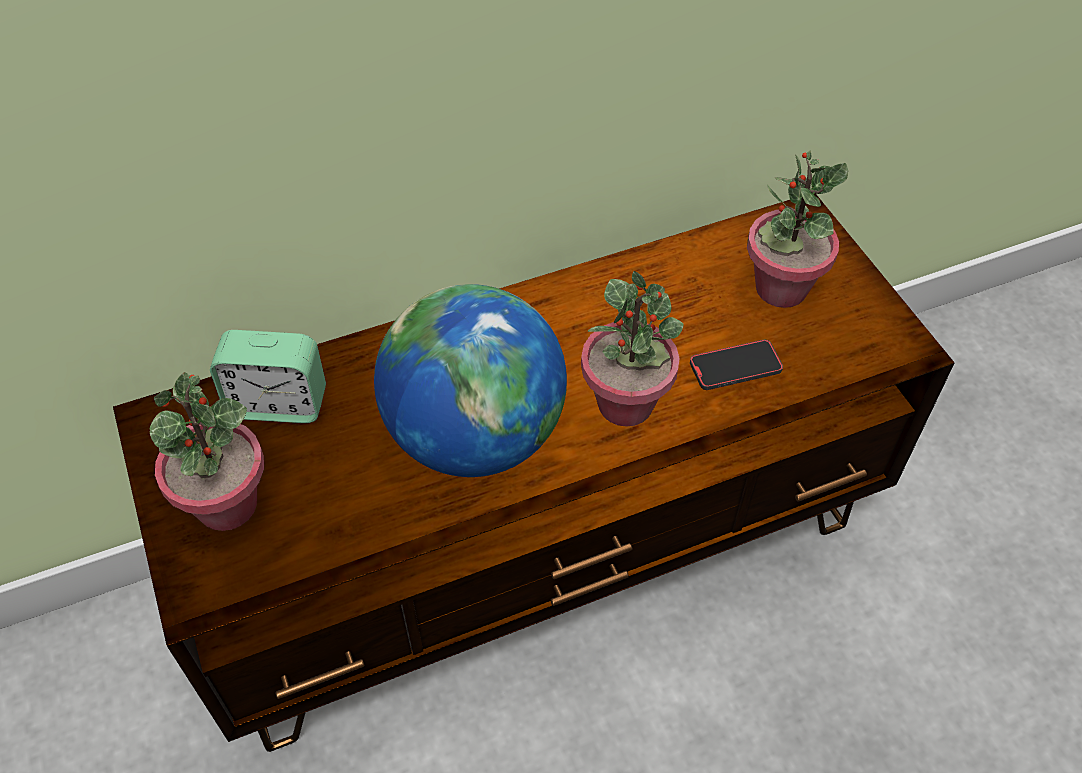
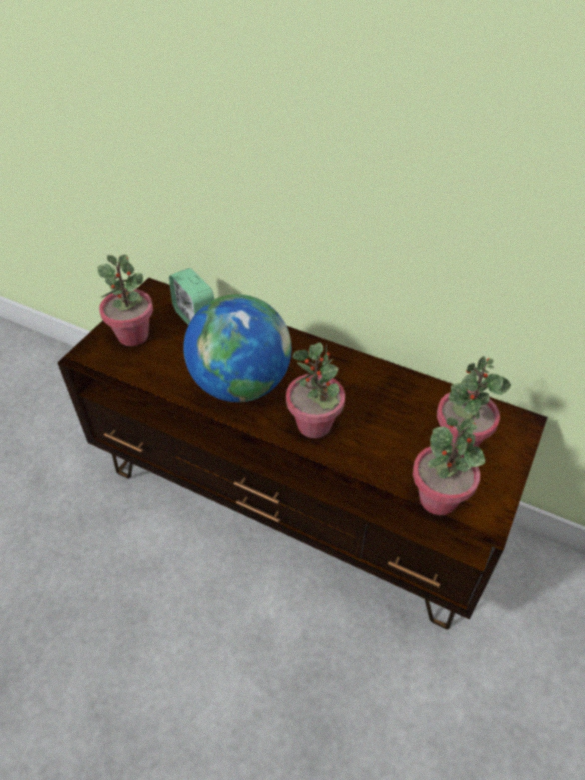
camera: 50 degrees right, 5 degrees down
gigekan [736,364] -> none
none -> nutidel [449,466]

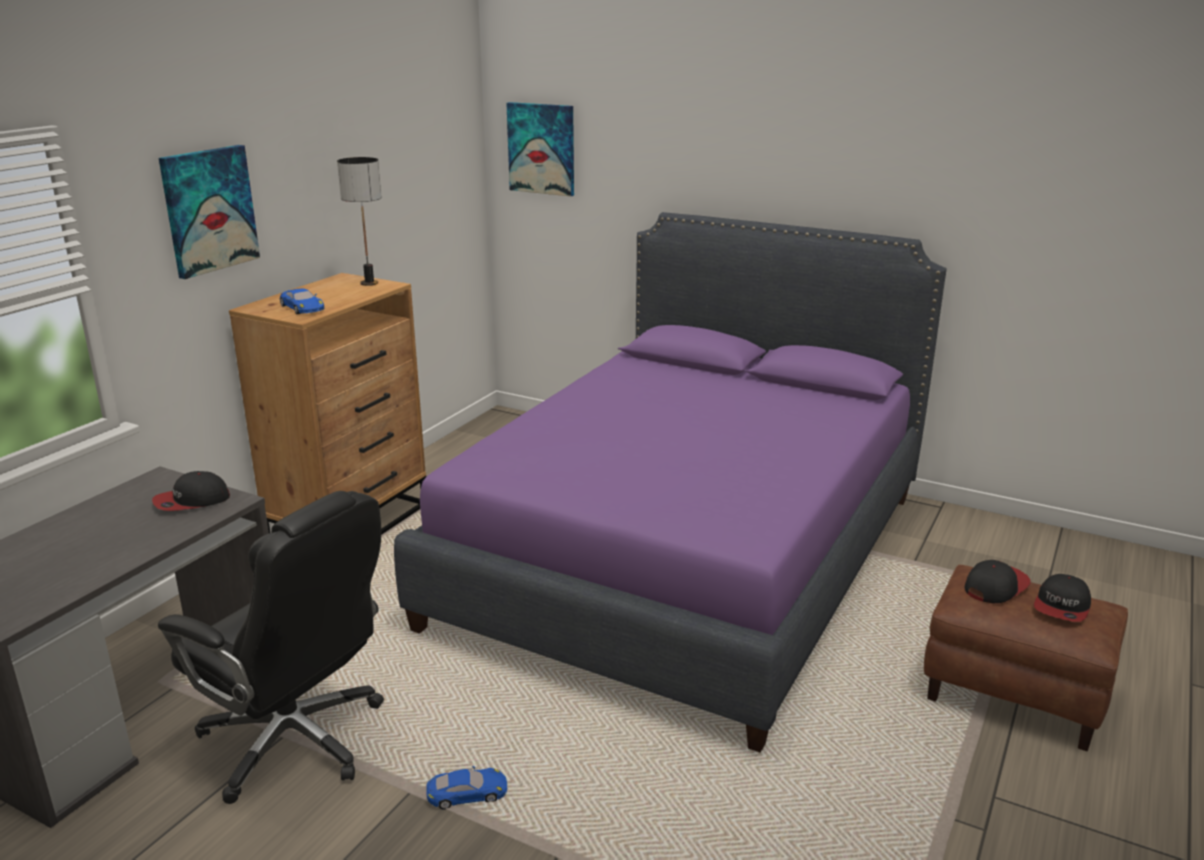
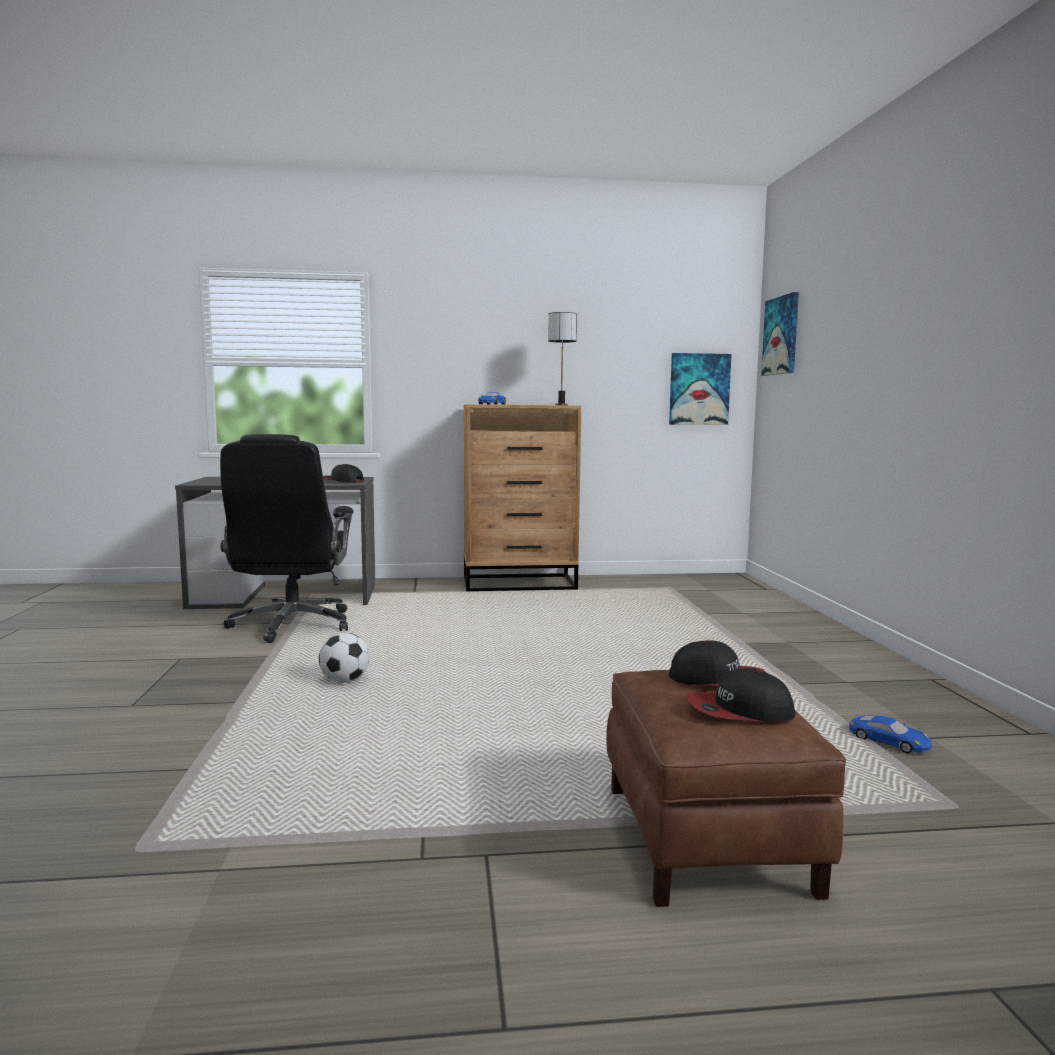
camera: 55 degrees right, 15 degrees down
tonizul [209,212] -> tonizul [700,389], moved
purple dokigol [670,482] -> none
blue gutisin [466,788] -> blue gutisin [890,734], moved
none -> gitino [344,658]

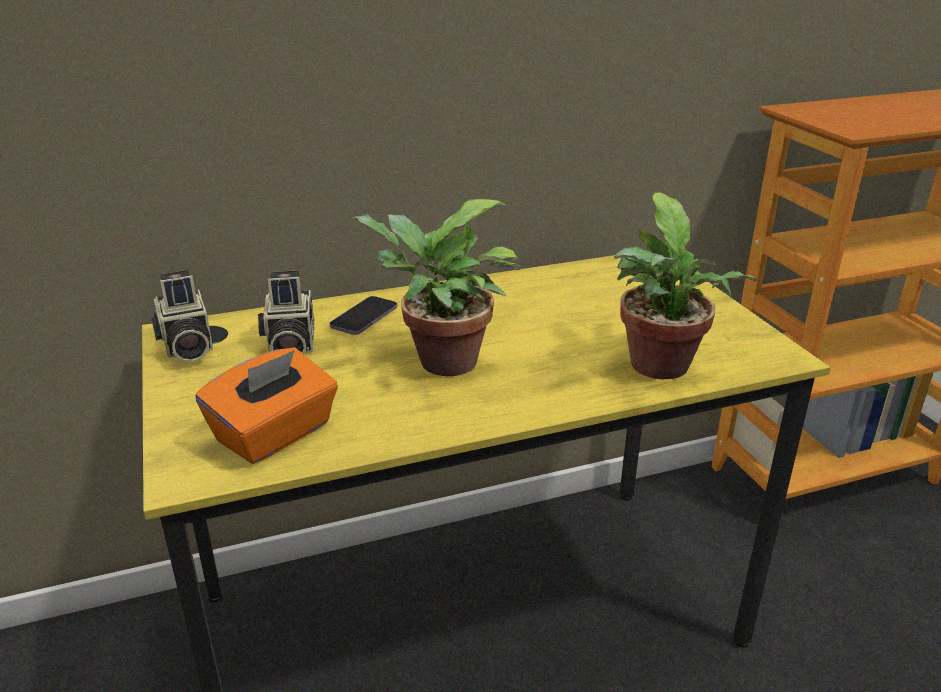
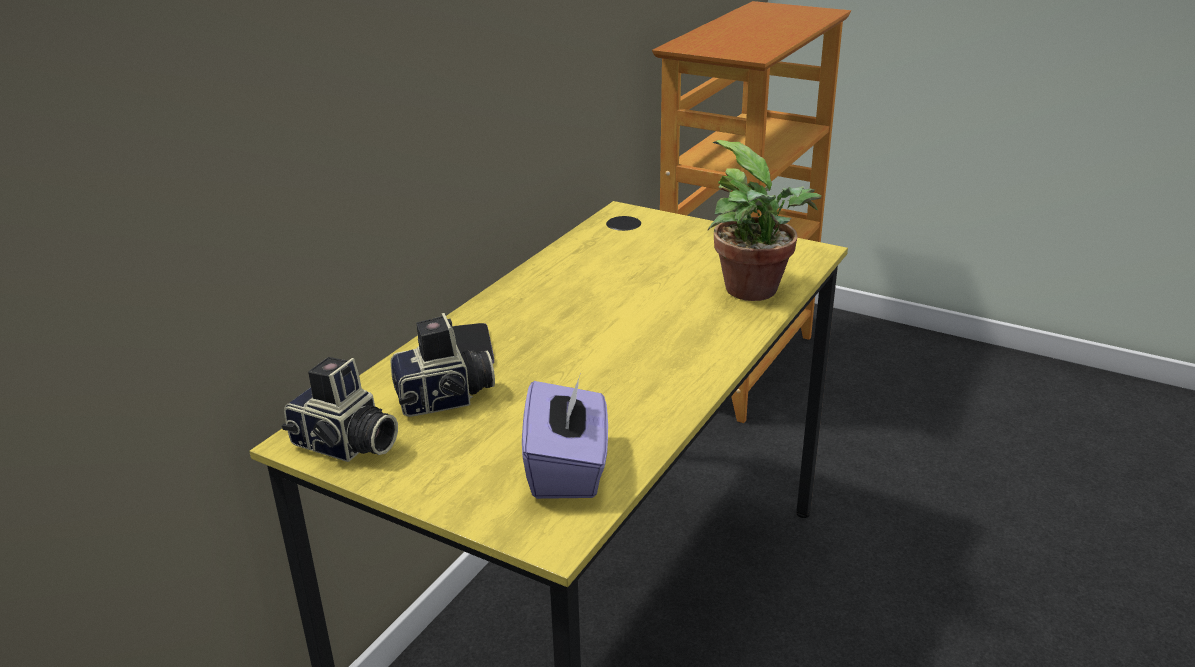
camera: 40 degrees left, 0 degrees up
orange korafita [266,405] -> purple korafita [565,437]
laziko [286,312] -> laziko [443,365], 60 degrees counterclockwise
nutidel [436,287] -> none

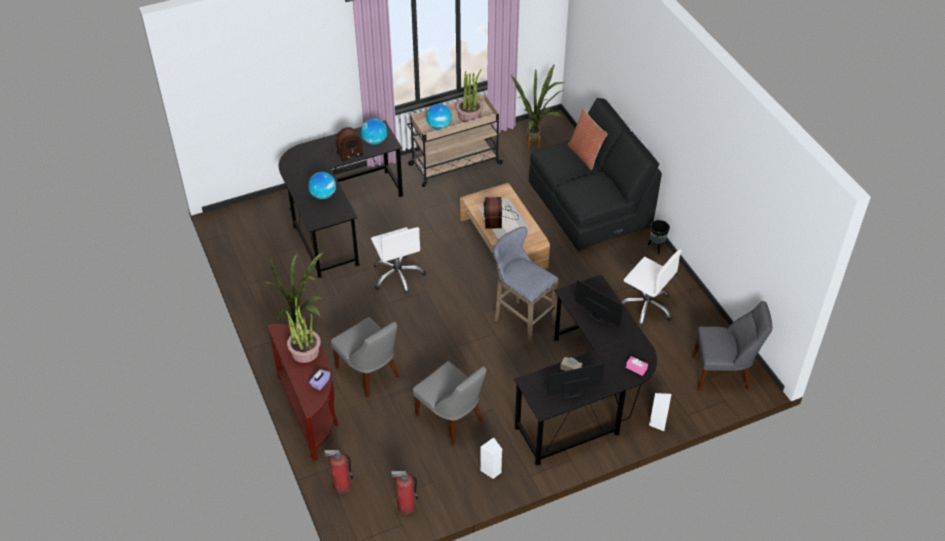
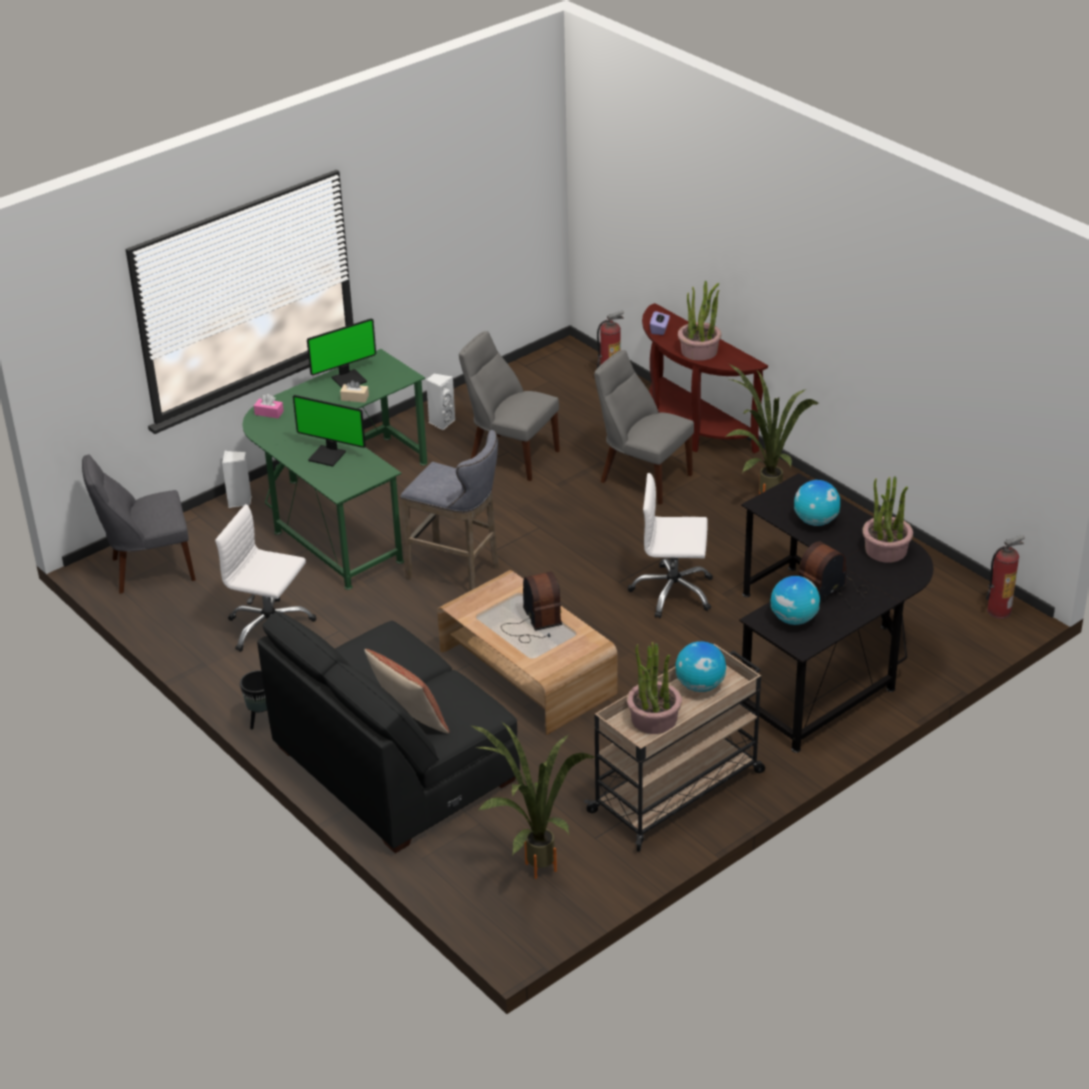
camera: 165 degrees right, 10 degrees down
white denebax [398,261] -> white denebax [670,545], 45 degrees counterclockwise
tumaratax [404,493] -> tumaratax [1005,577], moved
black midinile [585,370] -> green midinile [335,469]
none -> nutidel [887,519]

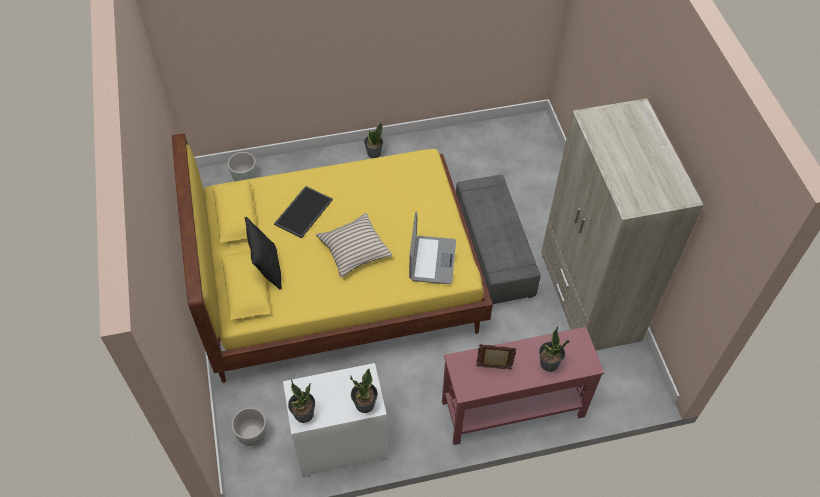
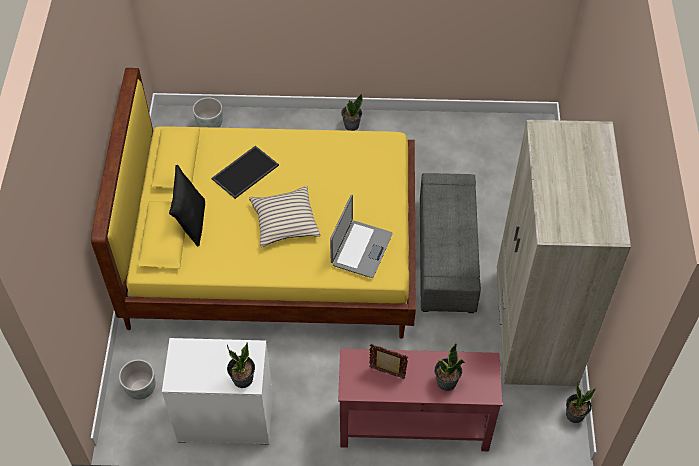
camera: 15 degrees right, 0 degrees up
nutidel [301,401] -> nutidel [581,402], moved

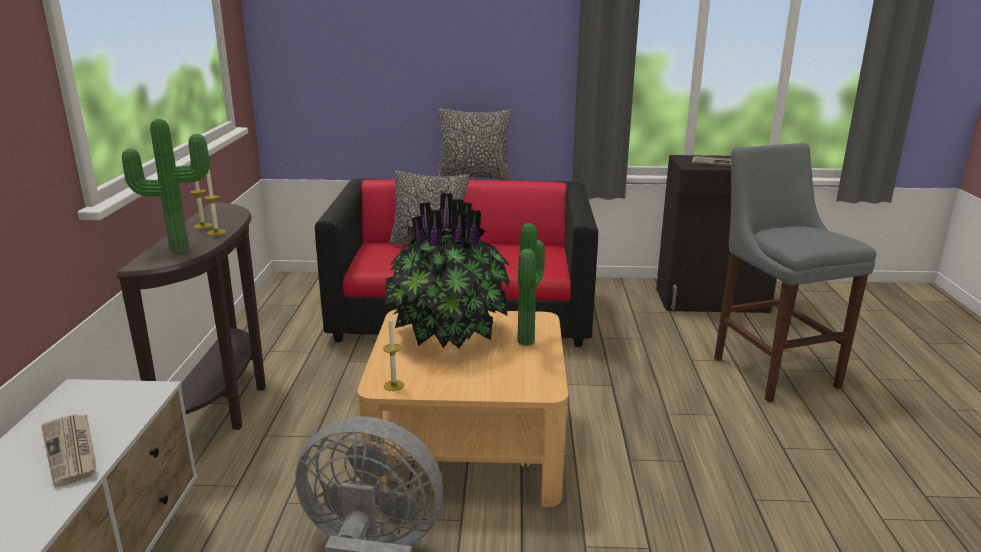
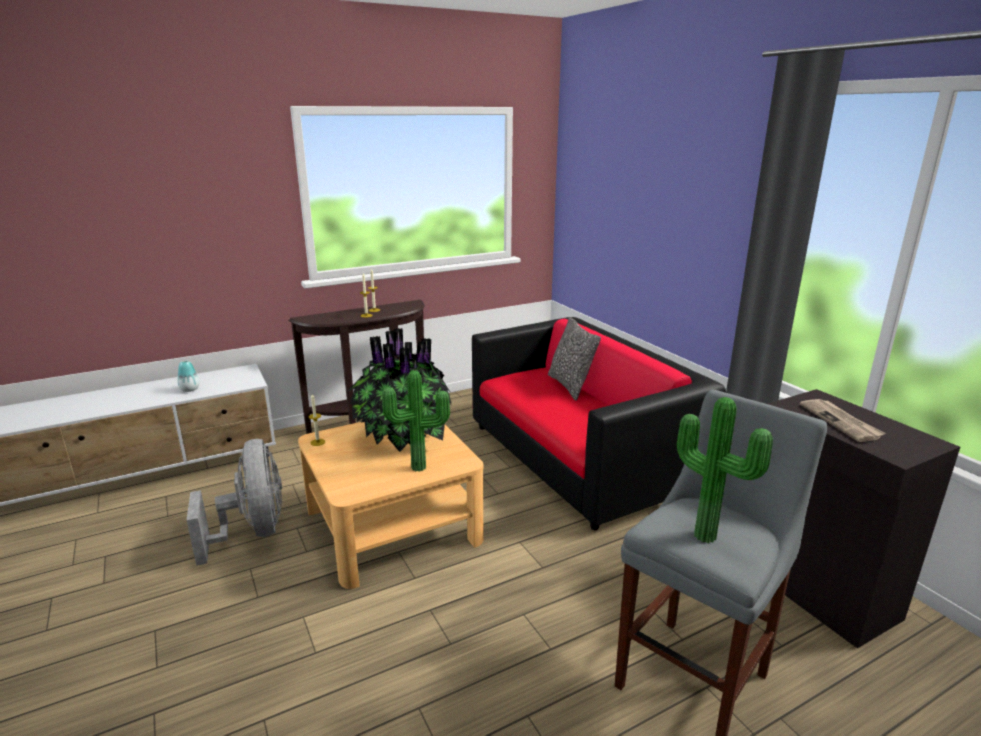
camera: 60 degrees right, 0 degrees up
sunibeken [68,450] -> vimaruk [188,376]
nutidel [166,186] -> nutidel [725,470], moved
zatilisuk [474,145] -> none

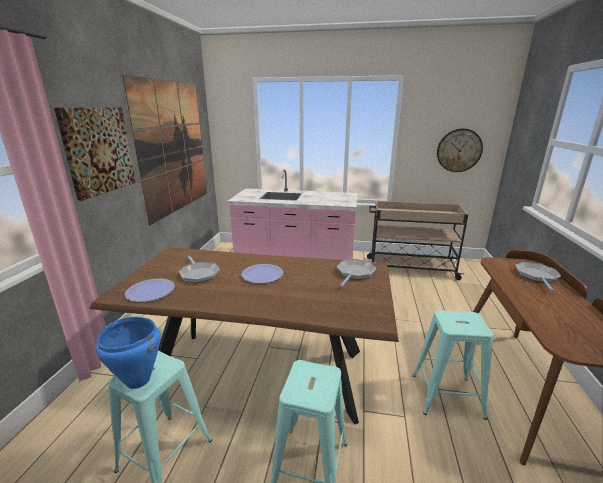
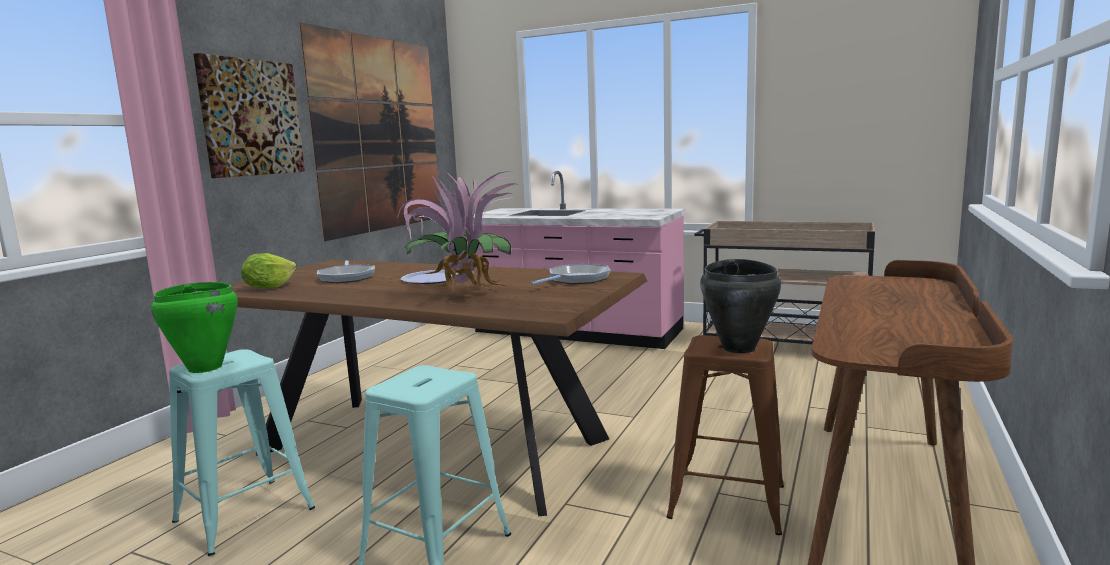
camera: 15 degrees right, 10 degrees down
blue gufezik [128,353] -> green gufezik [194,327]
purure [150,290] -> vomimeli [269,271]
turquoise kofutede [452,365] -> brown kofutede [725,435]
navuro [460,150] -> none
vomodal [538,276] -> none
none -> nutidel [458,232]
none -> black gufezik [740,306]

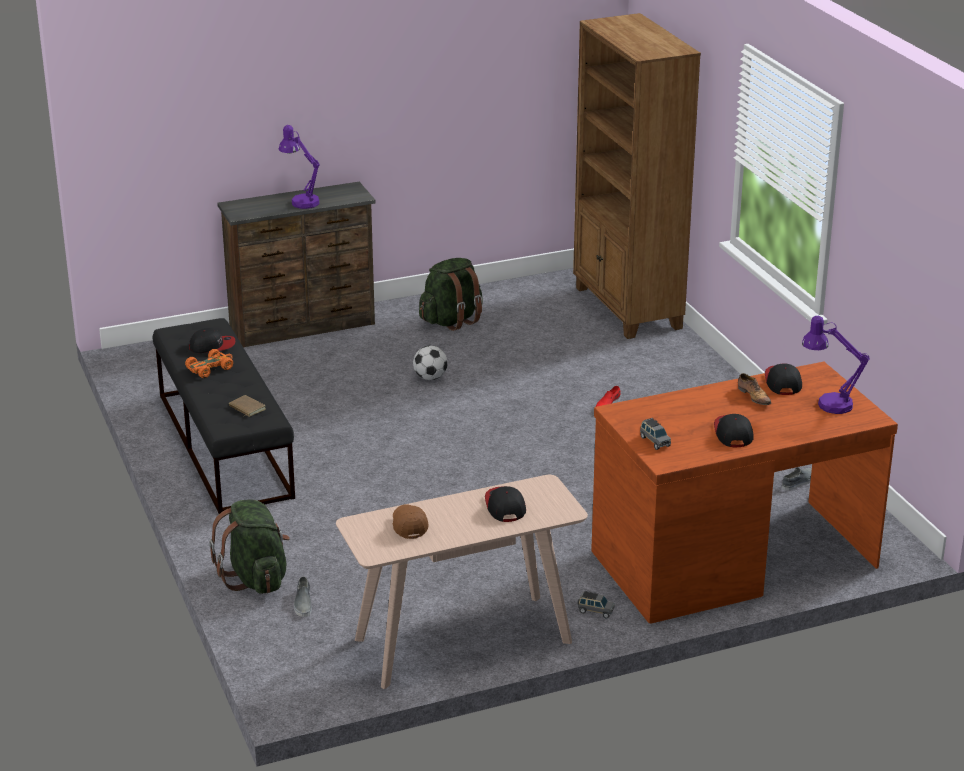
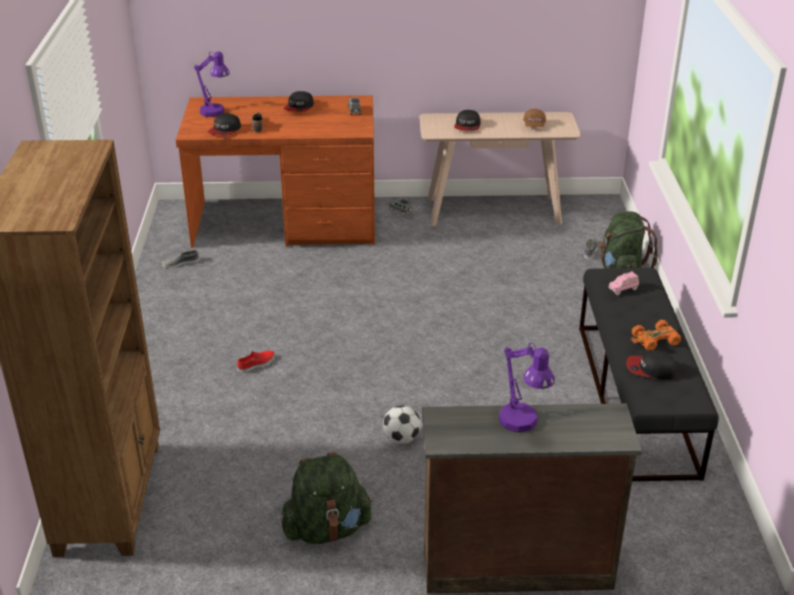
camera: 160 degrees left, 5 degrees up
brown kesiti [247,406] -> pink gutisin [624,283]

